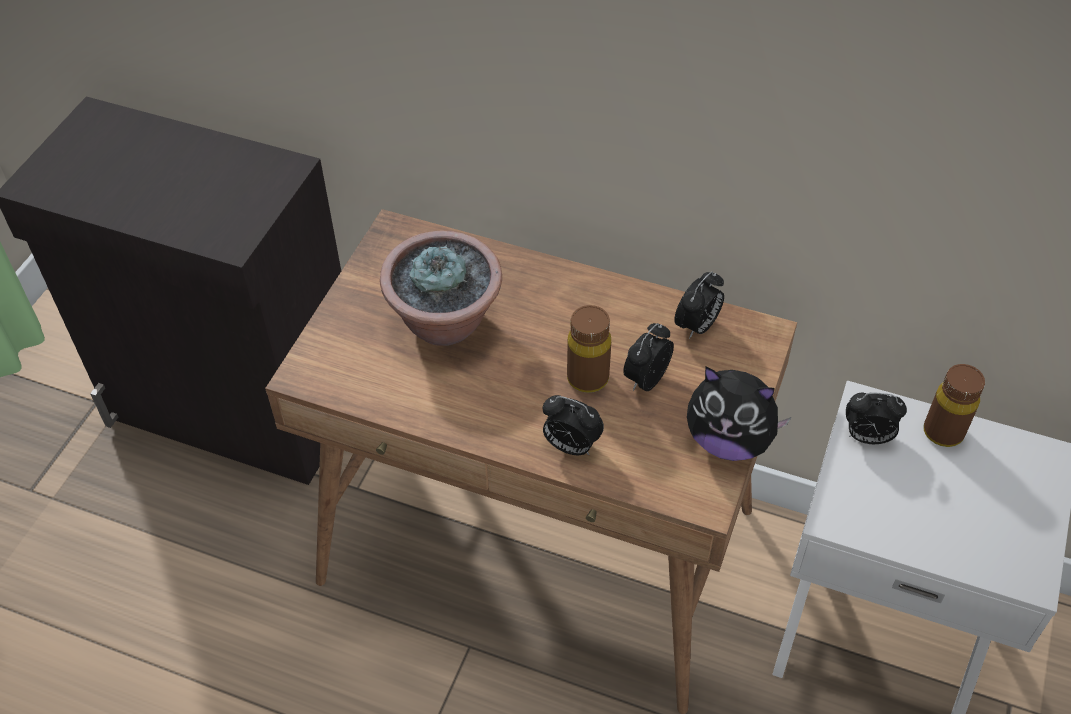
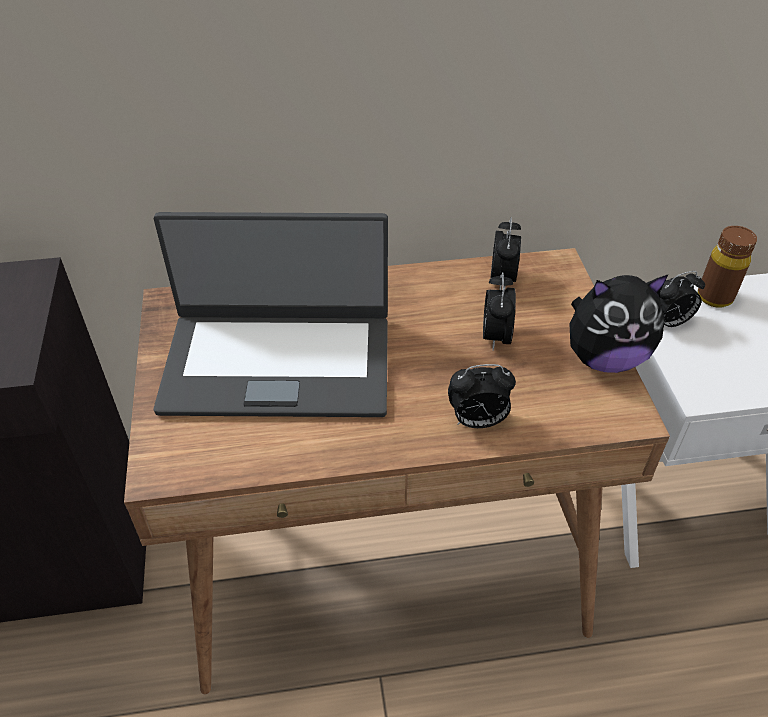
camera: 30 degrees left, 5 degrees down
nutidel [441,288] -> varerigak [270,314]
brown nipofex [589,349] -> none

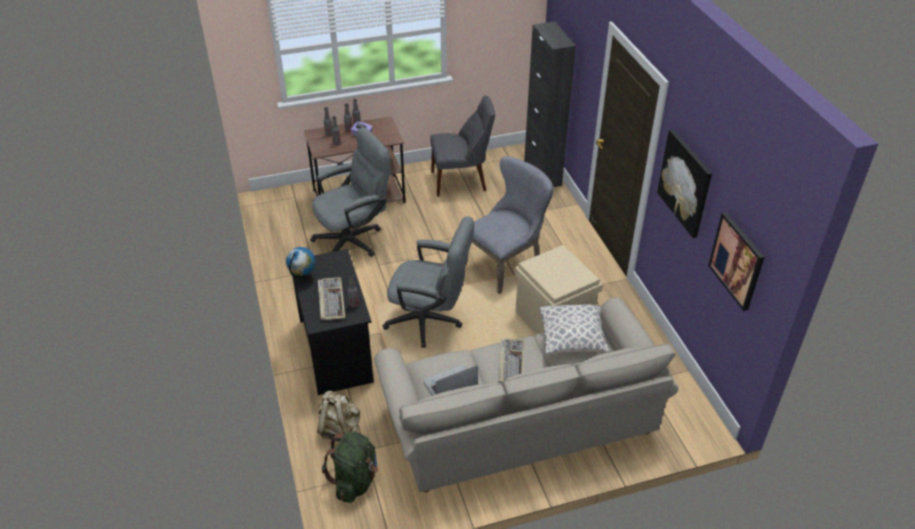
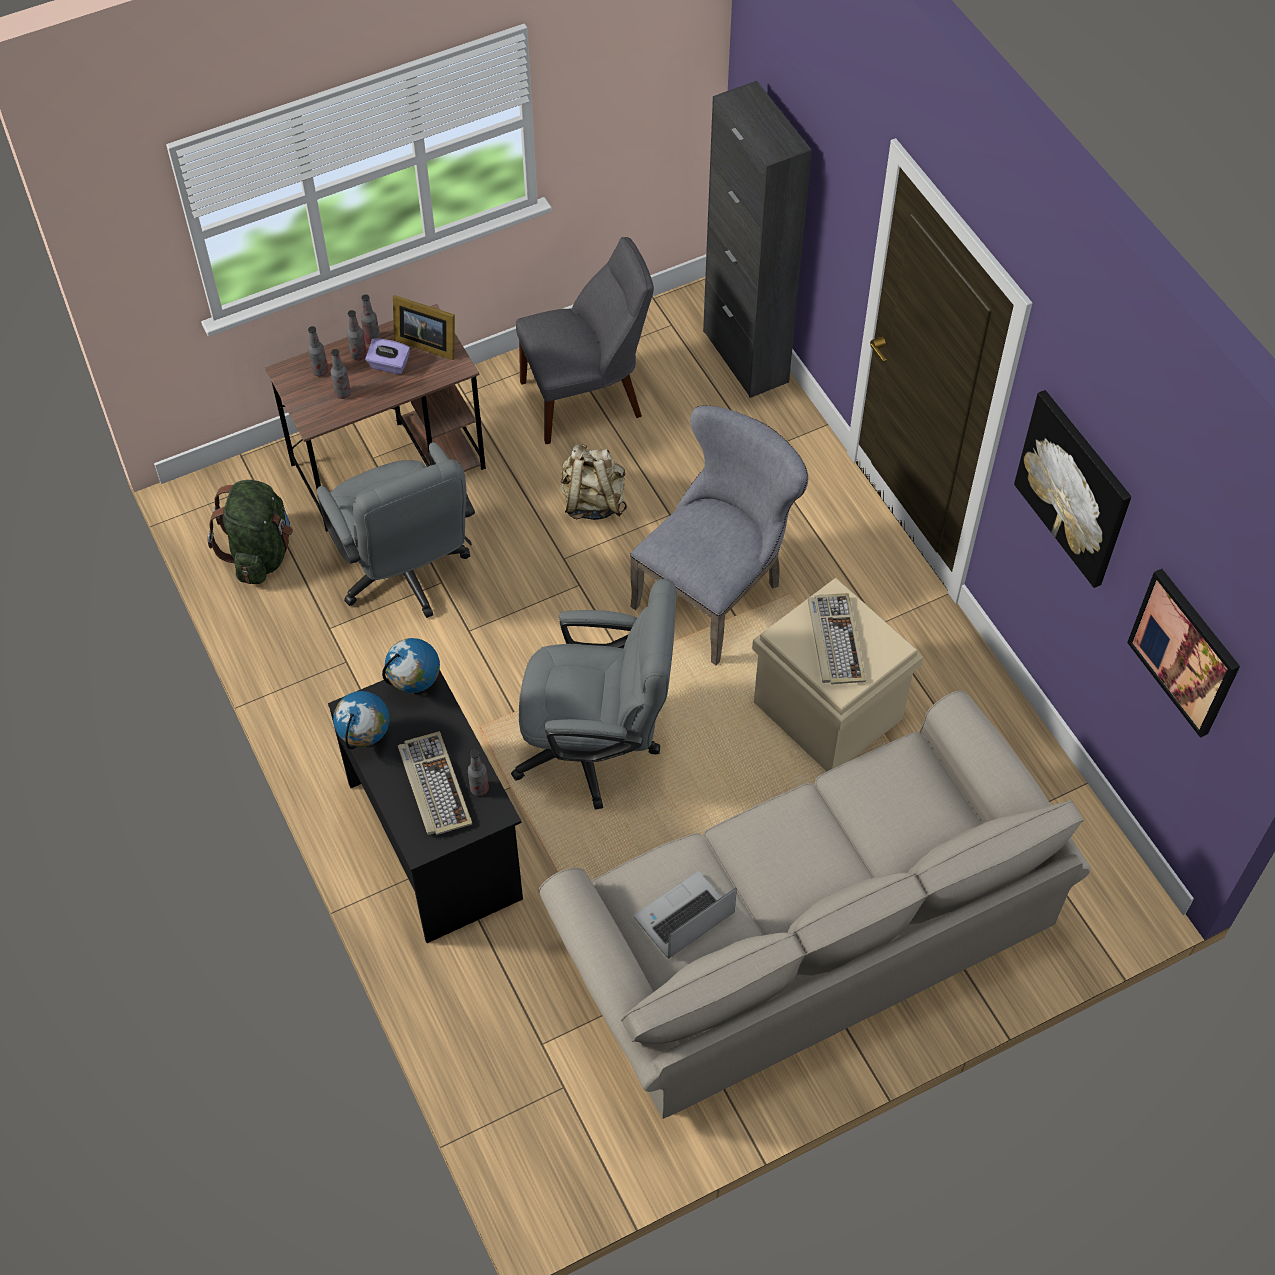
camera: 10 degrees left, 15 degrees up
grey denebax [350,192] -> grey denebax [396,530], 105 degrees clockwise
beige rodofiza [338,416] -> beige rodofiza [593,482], moved
green rodofiza [350,467] -> green rodofiza [250,532], moved
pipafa [511,361] -> pipafa [837,638], moved
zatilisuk [574,329] -> none
none -> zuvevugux [411,666]
none -> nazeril [424,327]

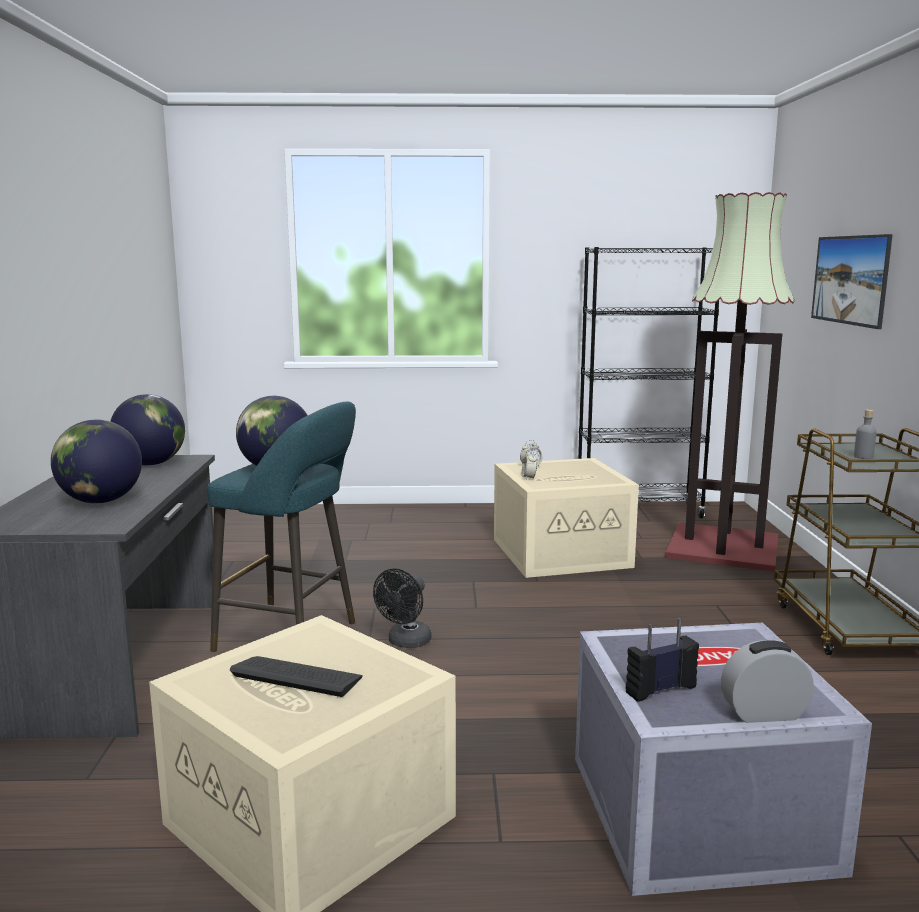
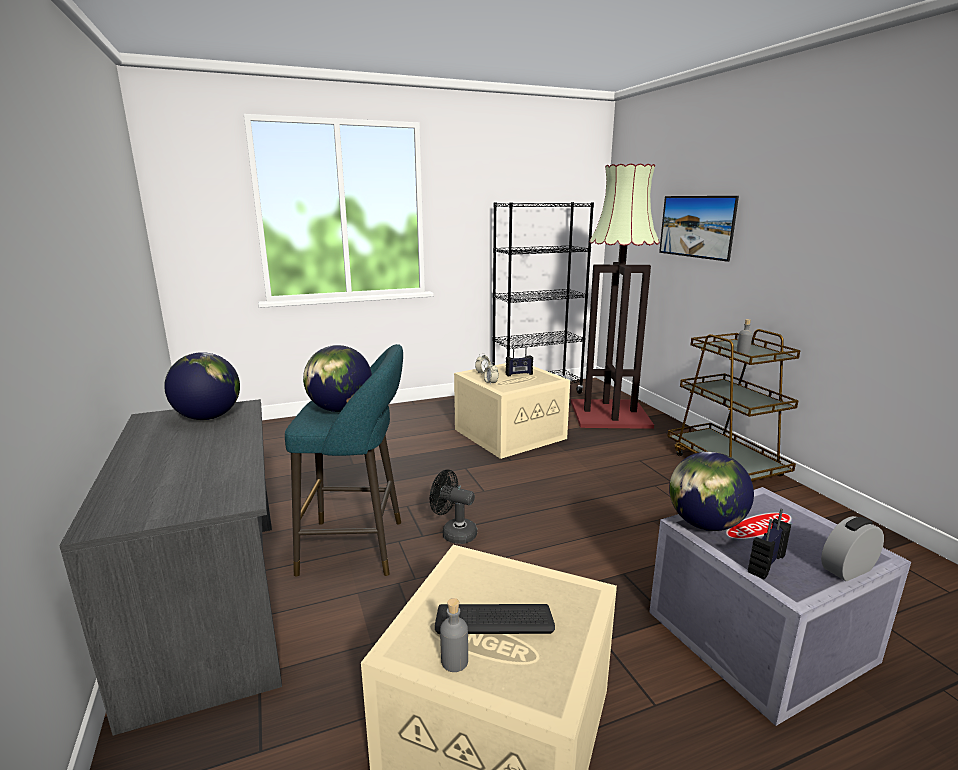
camera: 20 degrees left, 5 degrees up
zuvevugux [96,462] -> zuvevugux [711,491], moved
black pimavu [402,608] -> black pimavu [453,507], 105 degrees clockwise
none -> grey nipofex [454,635]
none -> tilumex [519,361]

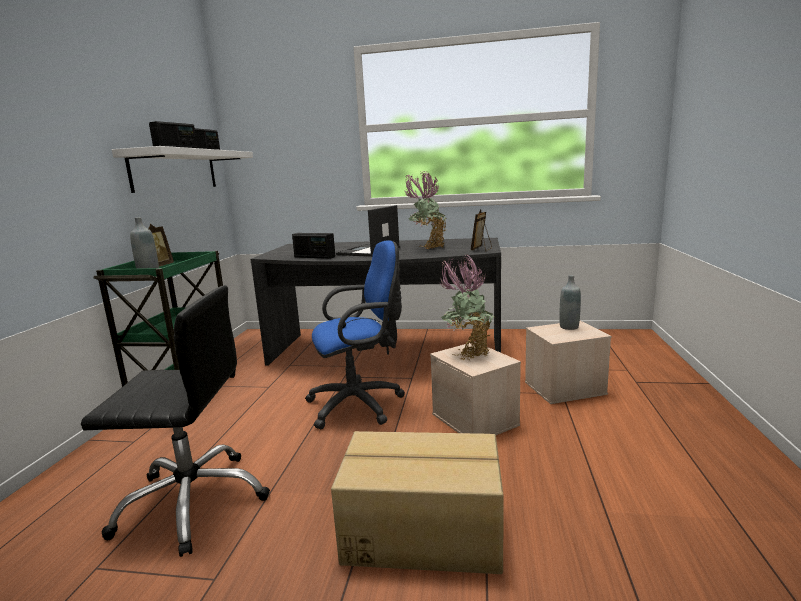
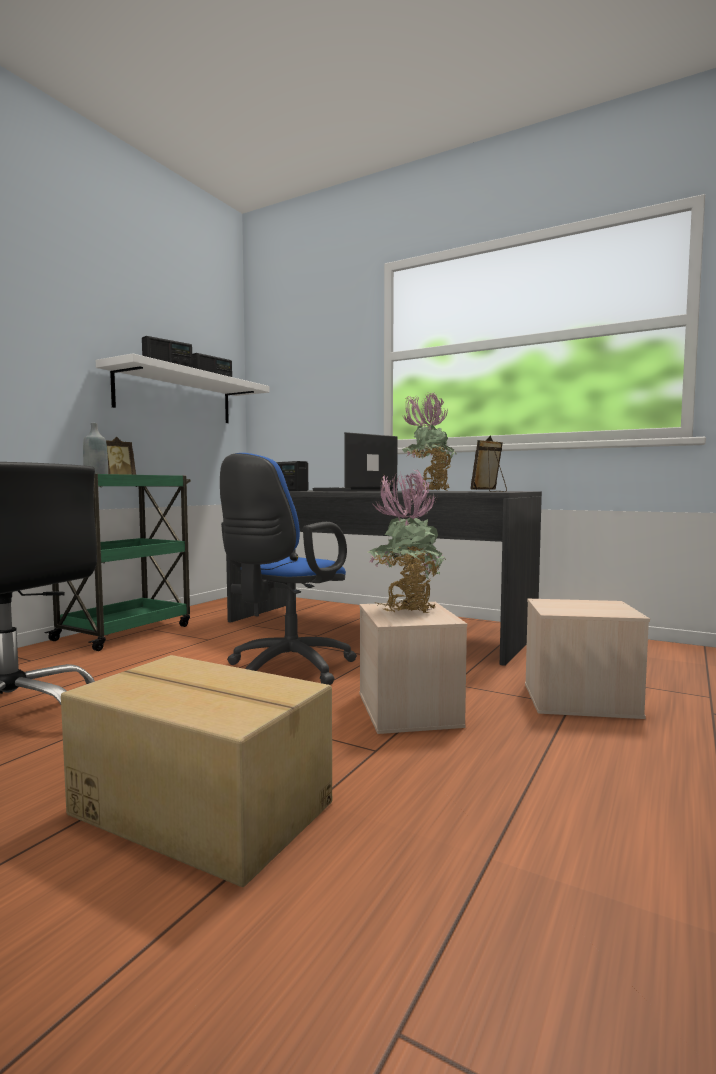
camera: 20 degrees right, 10 degrees down
blue denebax [355,334] -> blue denebax [288,569], 120 degrees clockwise
grey nipofex [570,302] -> none

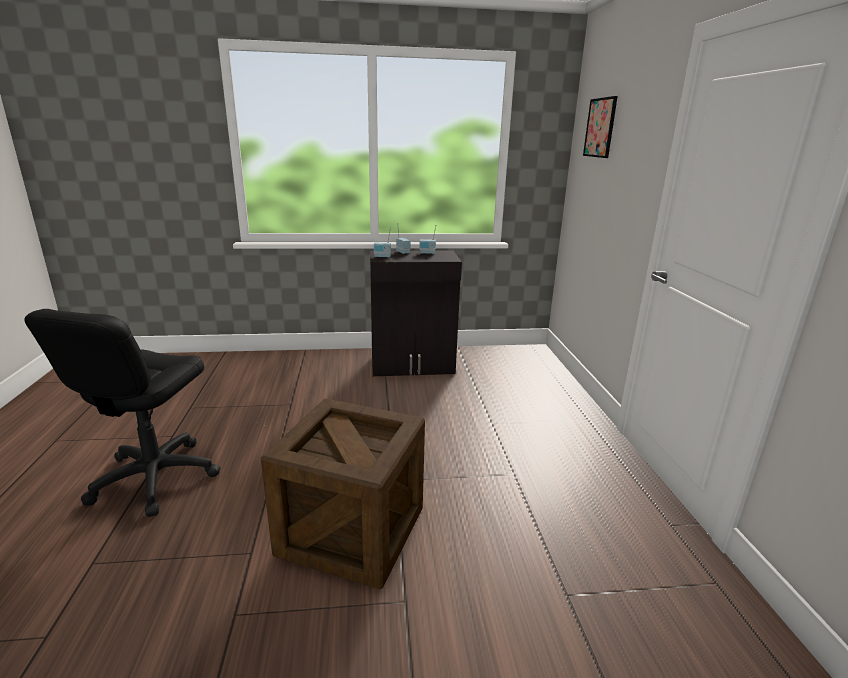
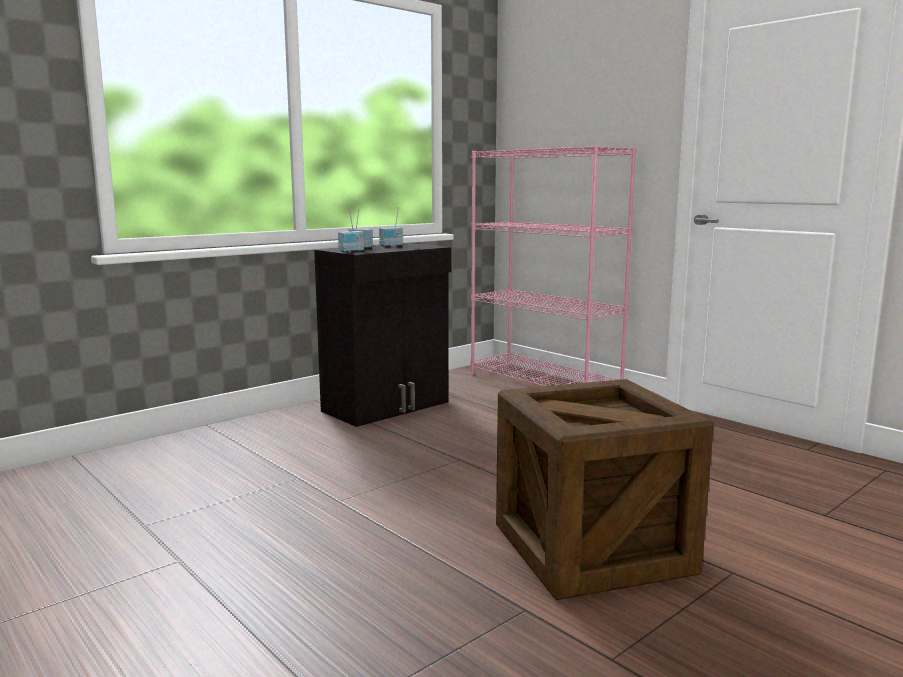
camera: 35 degrees left, 10 degrees down
black denebax [123,413] -> none
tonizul [600,127] -> none
none -> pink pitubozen [553,265]

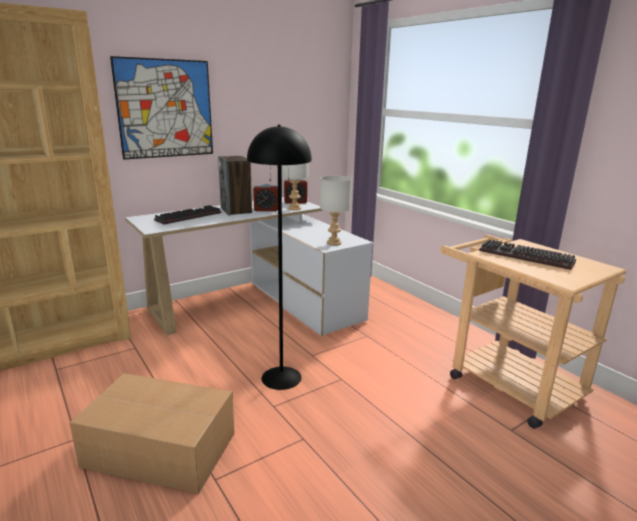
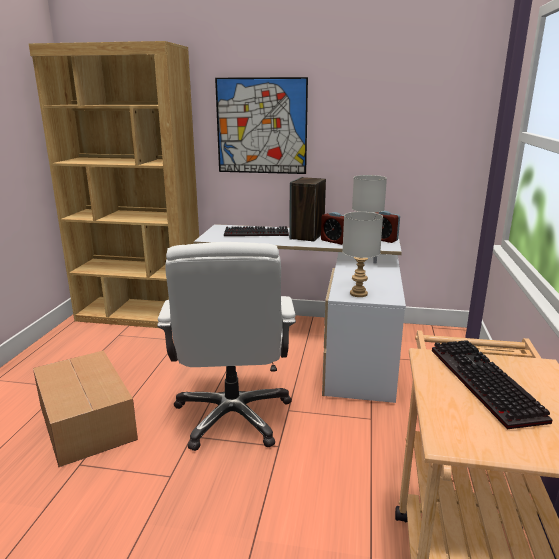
camera: 45 degrees right, 0 degrees up
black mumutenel [279,257] -> white denebax [226,346]

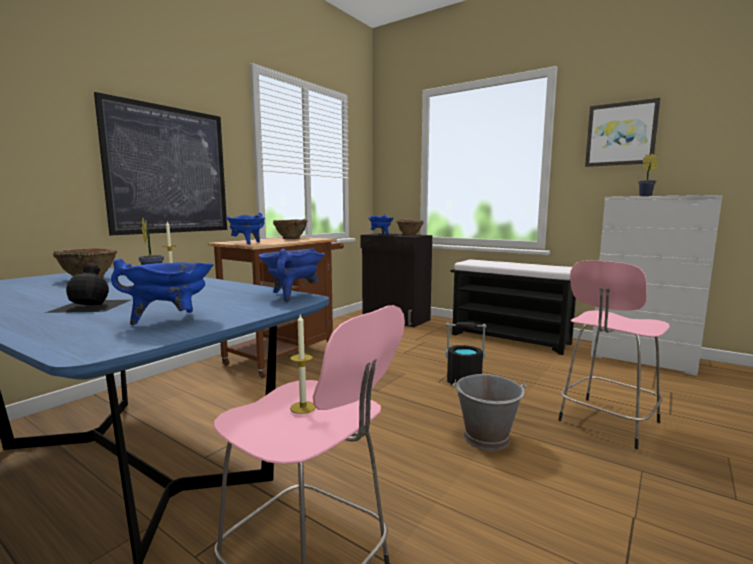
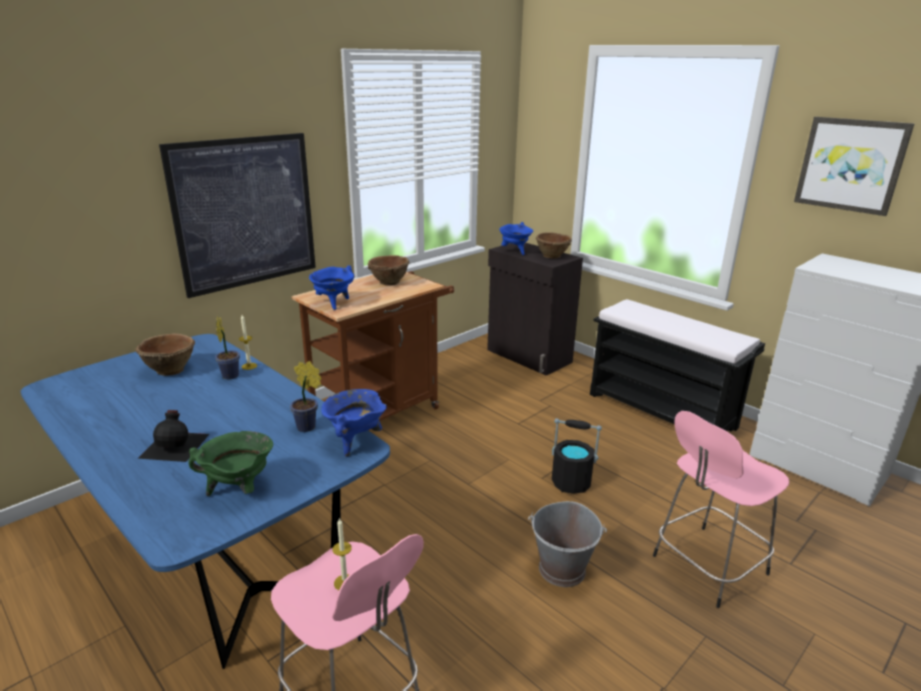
camera: 10 degrees right, 15 degrees up
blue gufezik [162,292] -> green gufezik [230,463]
nutidel [648,175] -> nutidel [306,396], moved

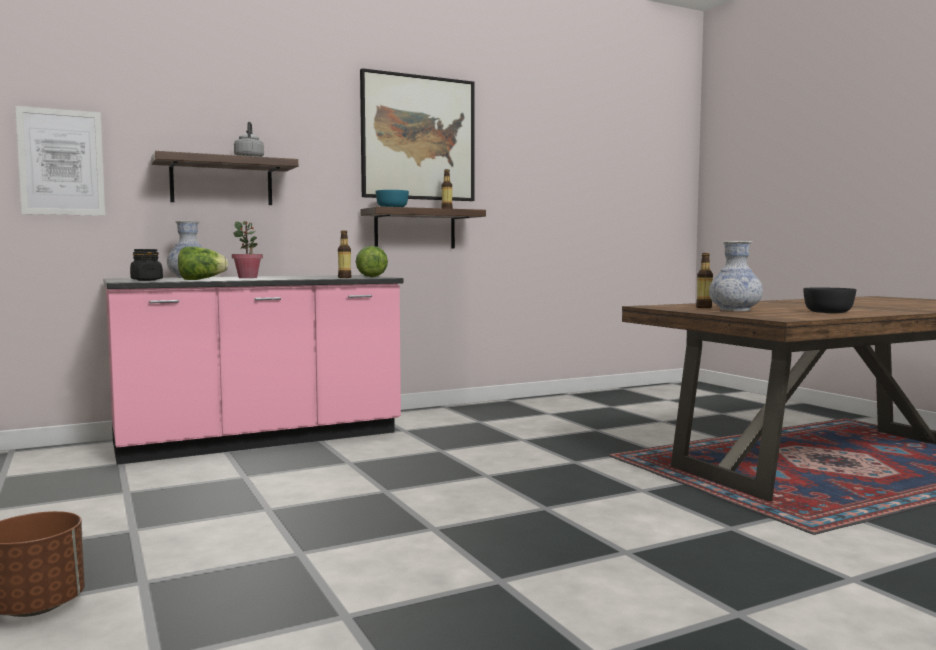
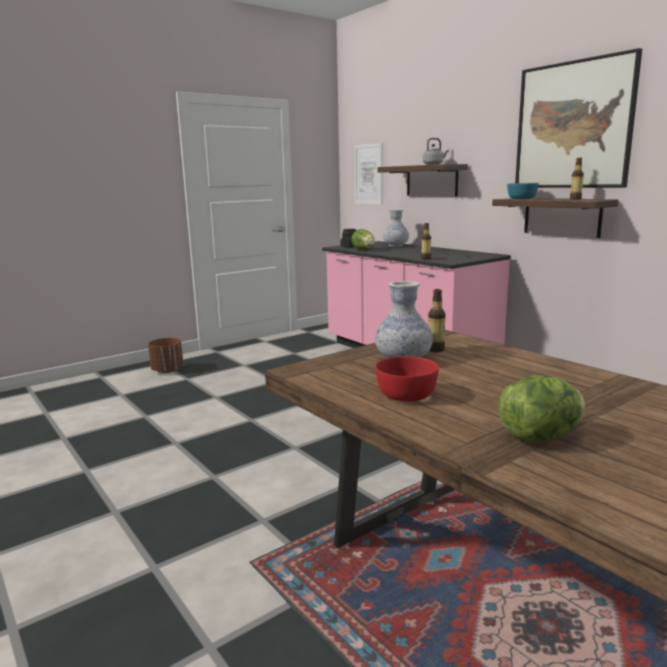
camera: 80 degrees right, 10 degrees up
nutidel [247,249] -> none
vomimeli [372,261] -> vomimeli [541,409], moved
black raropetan [829,300] -> red raropetan [407,379]

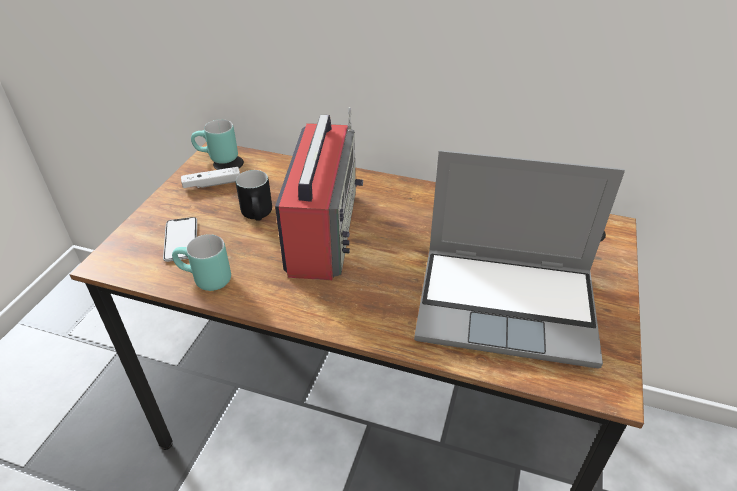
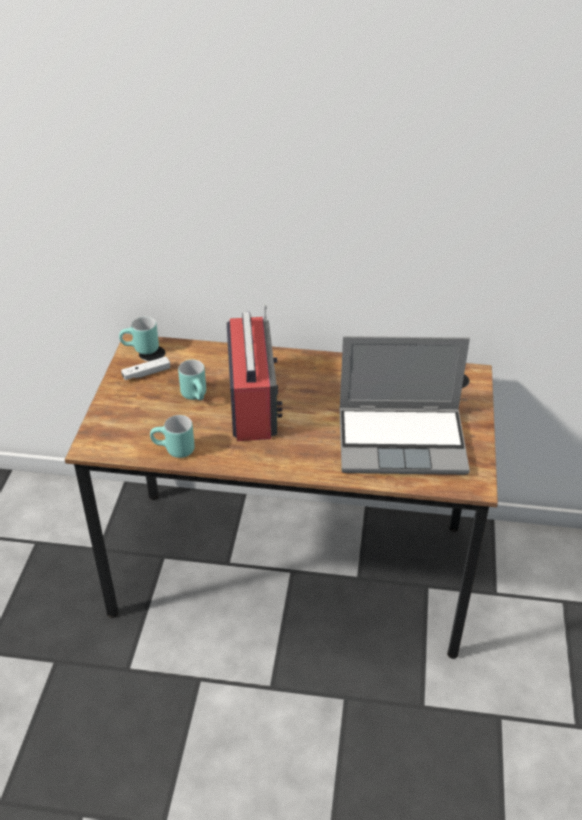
camera: 10 degrees left, 0 degrees up
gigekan [180,239] -> none
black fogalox [254,195] -> turquoise fogalox [192,380]

